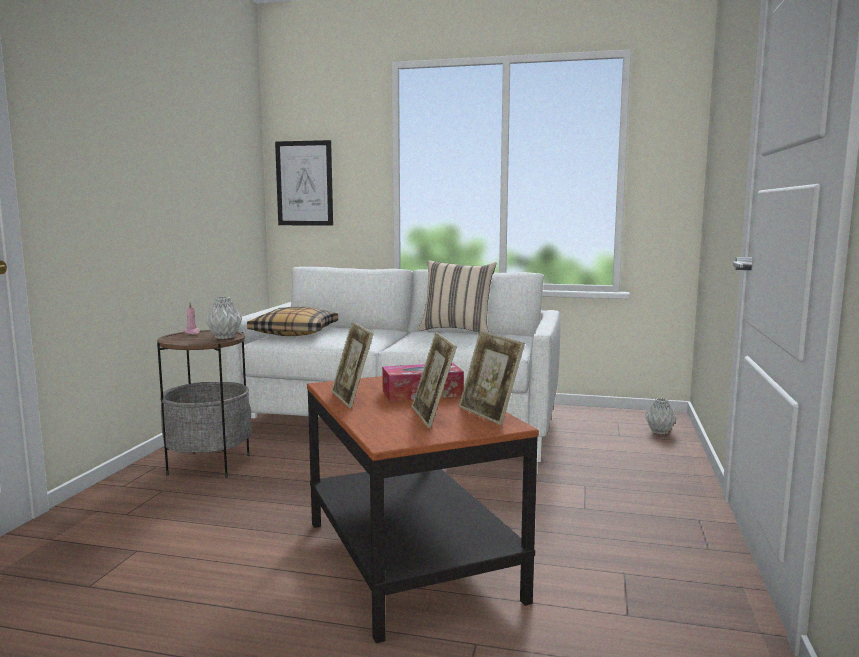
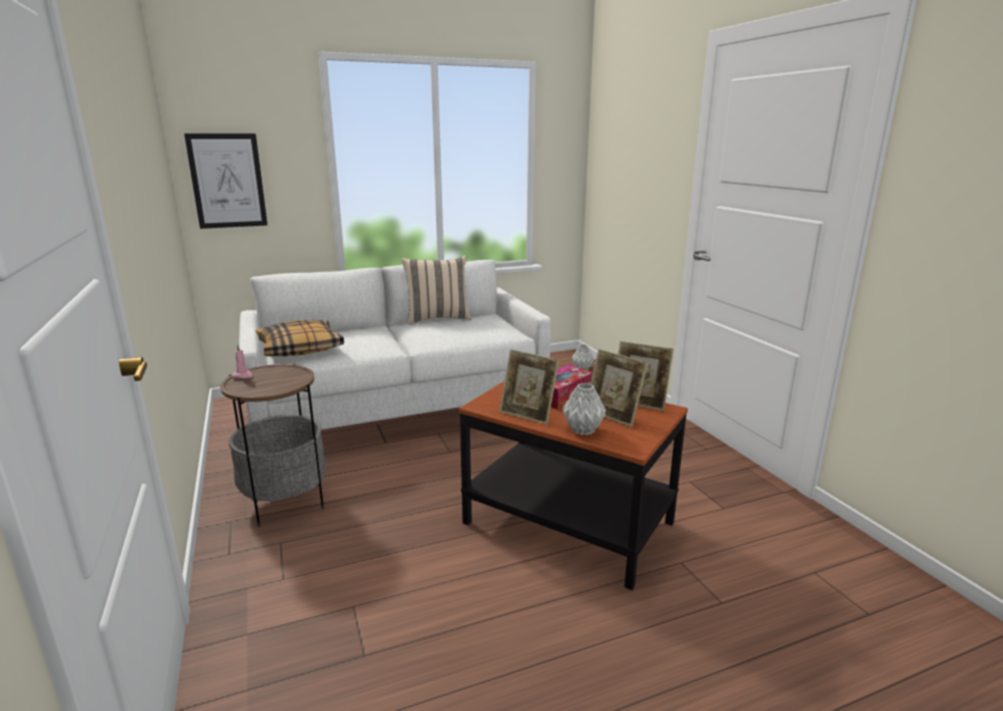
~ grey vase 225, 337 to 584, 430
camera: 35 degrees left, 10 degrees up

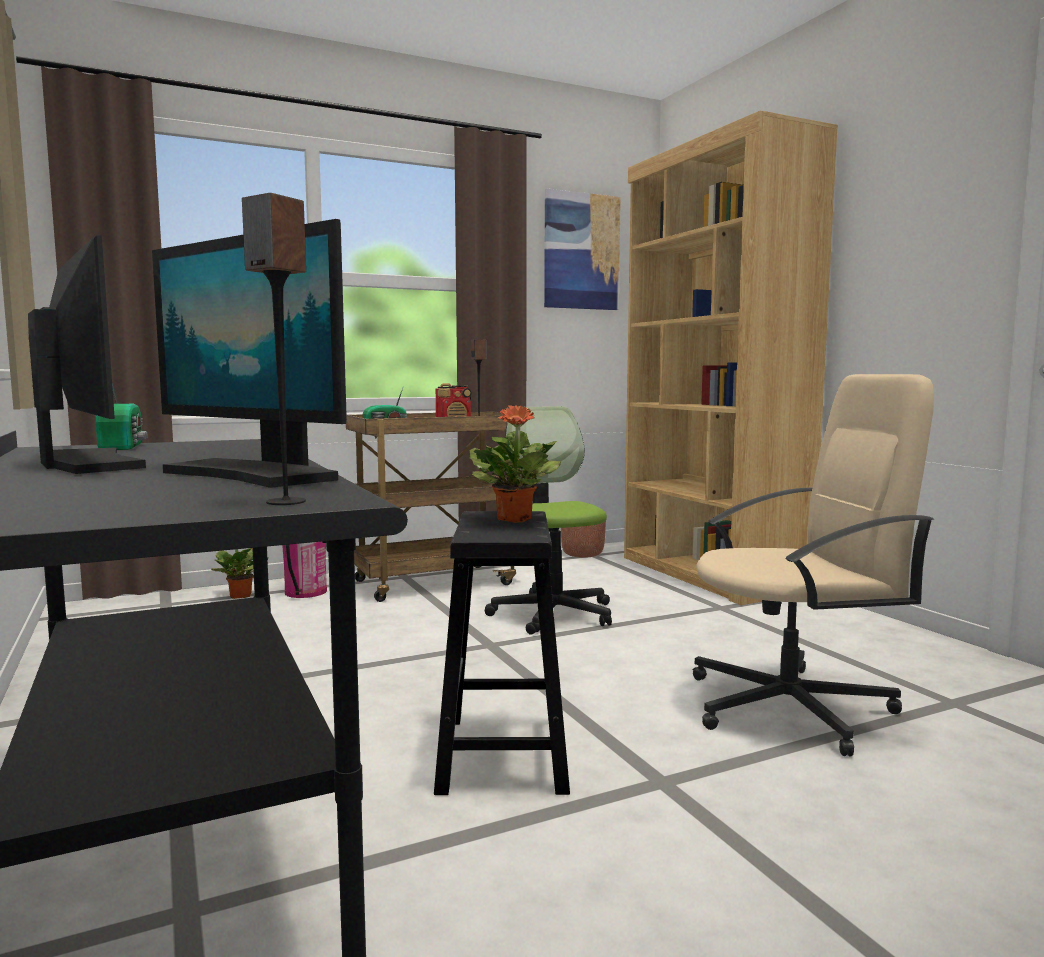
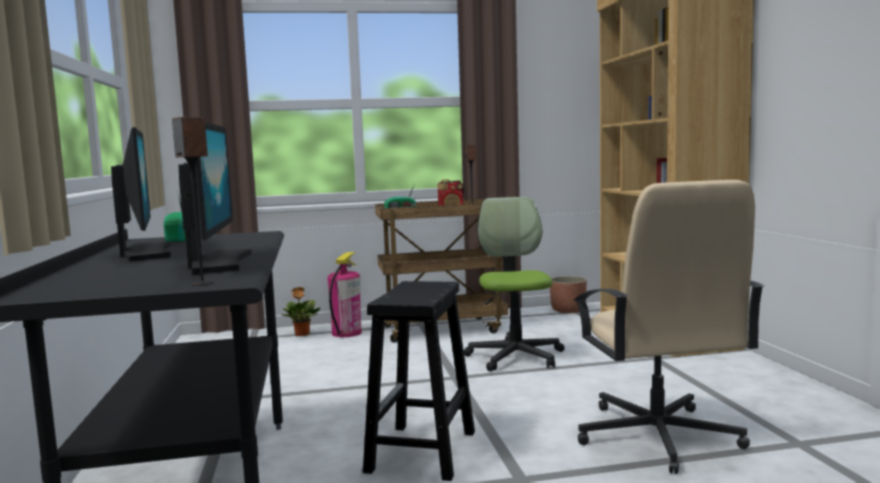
~ monitor 253, 475 = 218, 263 150 degrees counterclockwise
- potted plant 515, 519
- picture 581, 251
~ beige office chair 792, 707 = 657, 437 75 degrees clockwise
camera: 15 degrees right, 0 degrees up

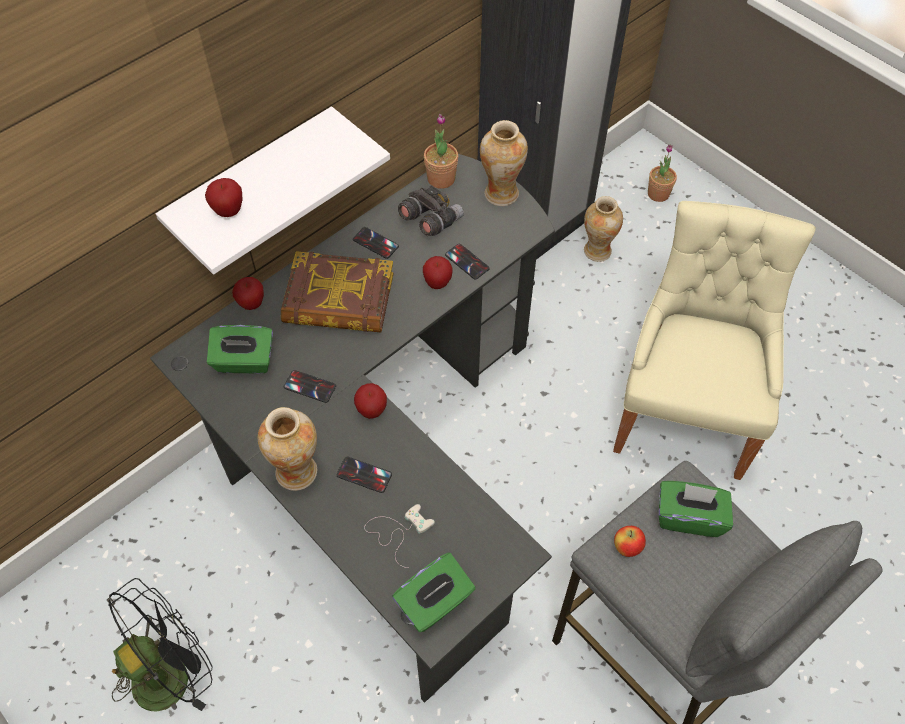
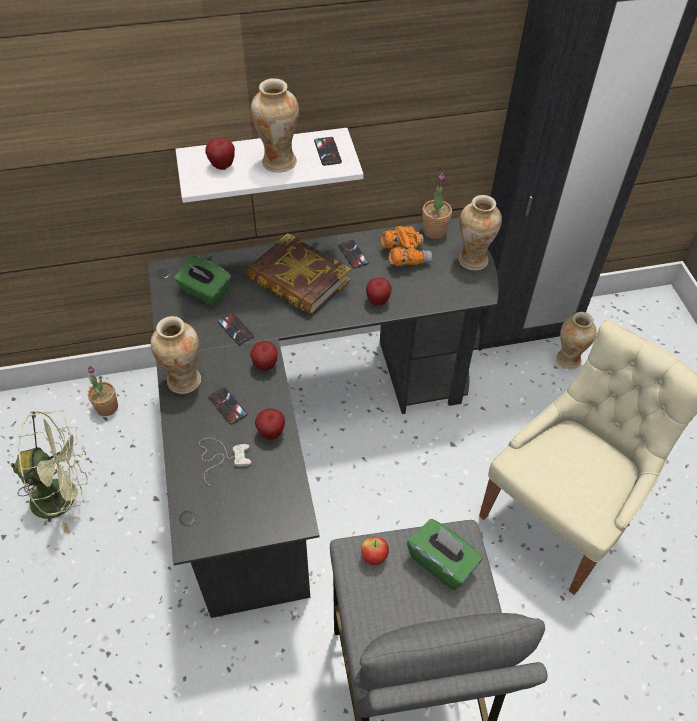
~ black fan 171, 671 to green fan 64, 496
~ apple 251, 304 to 271, 433
- green tissue box 435, 602
~ grey binoculars 430, 220 to orange binoculars 404, 256
~ phone 467, 261 to 327, 151
~ potted plant 658, 194 to 107, 407
+ vase 278, 162
camera: 30 degrees right, 5 degrees down

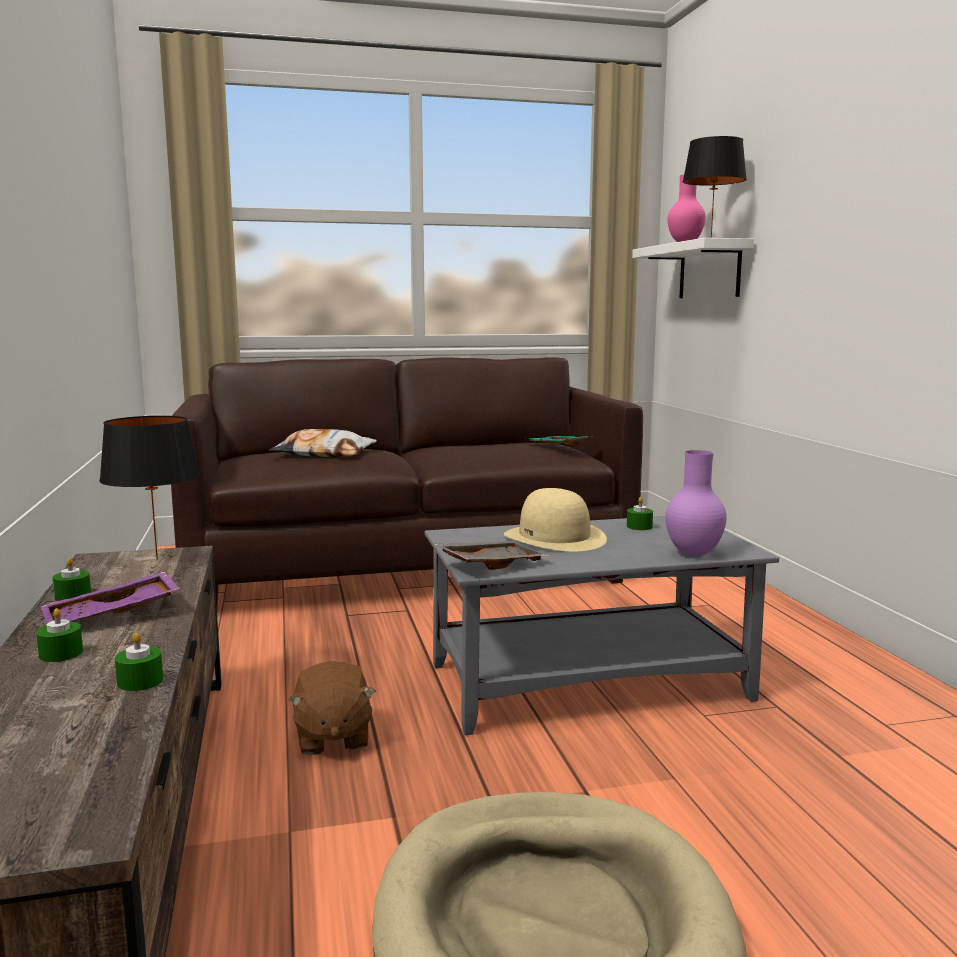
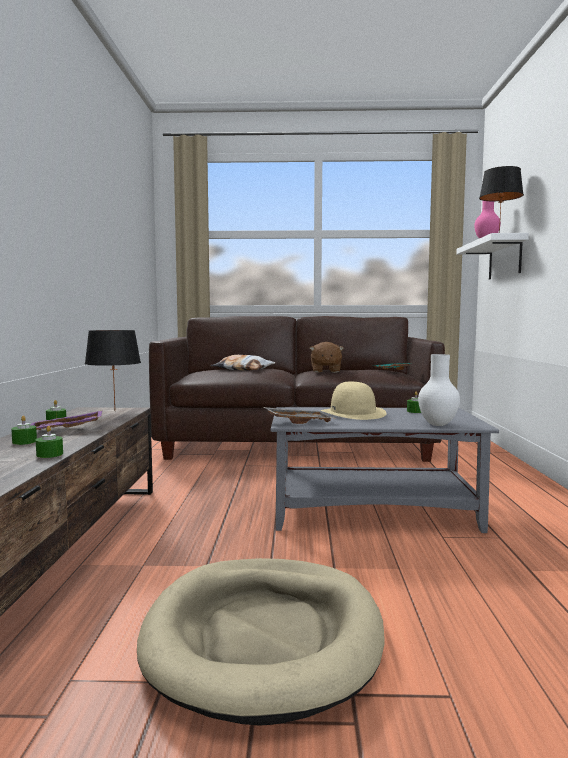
~ brown plush toy 332, 737 to 325, 371
~ purple vase 694, 554 to white vase 438, 425
camera: 15 degrees right, 5 degrees down

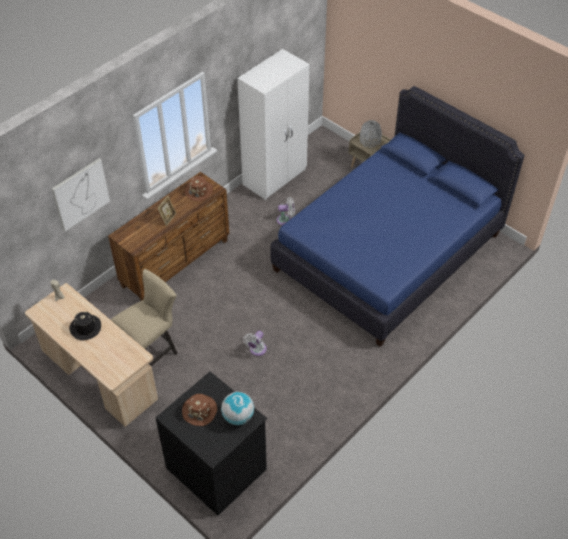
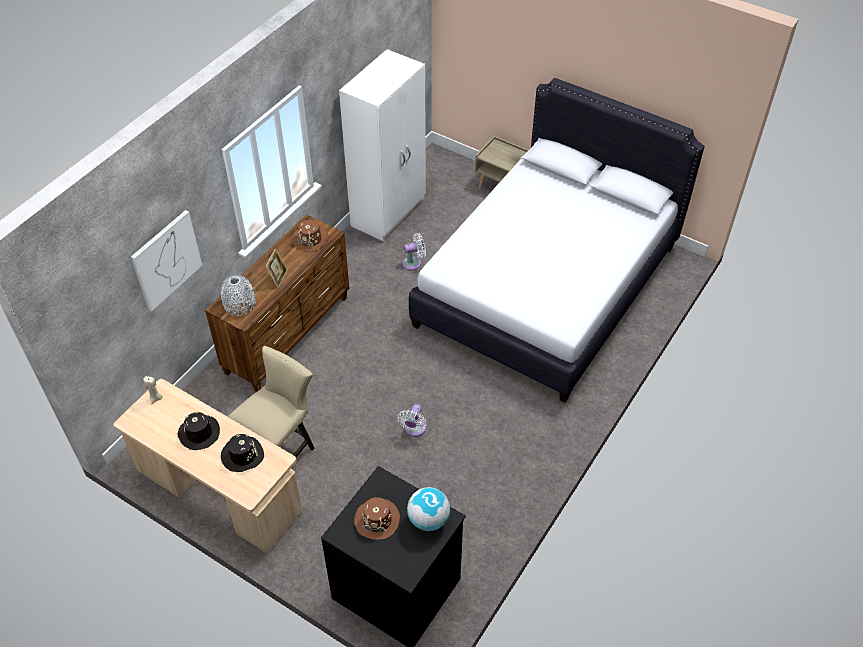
~ blue bed 387, 251 to white bed 546, 285
~ grey vase 370, 141 to 239, 304
+ black hat 242, 455
camera: 10 degrees left, 0 degrees up

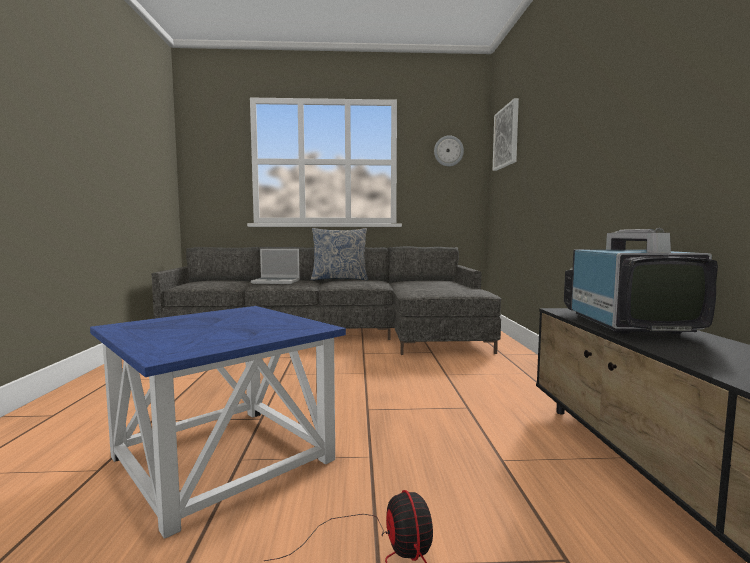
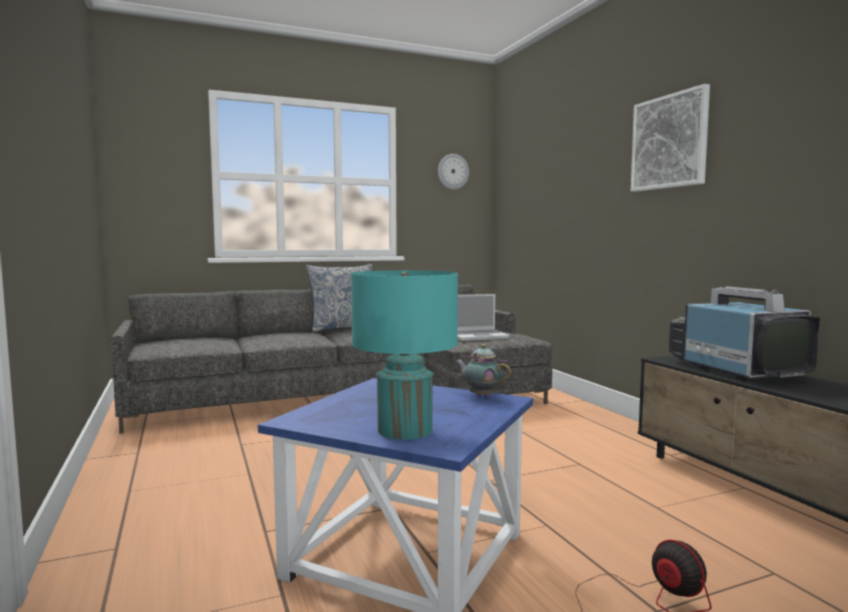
~ laptop 276, 282 to 478, 336
~ picture 506, 137 to 669, 142
+ turquoise table lamp 405, 430
+ teapot 481, 396
camera: 20 degrees left, 0 degrees up

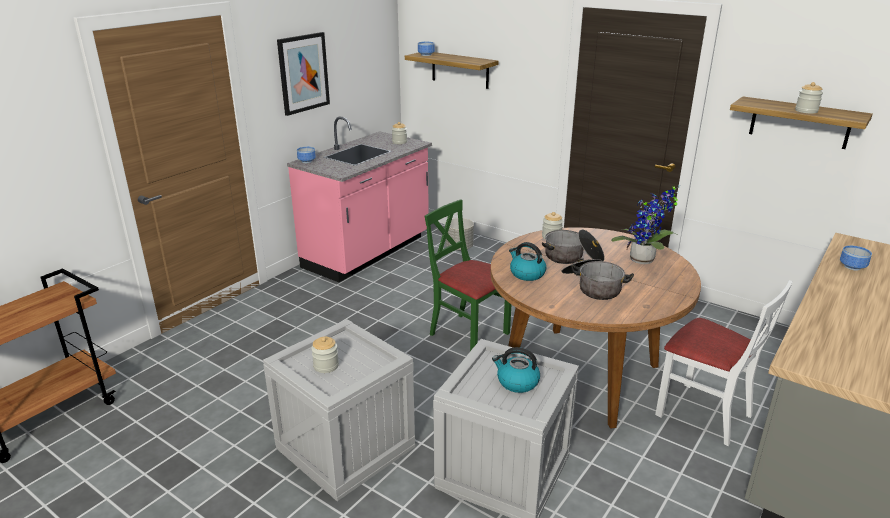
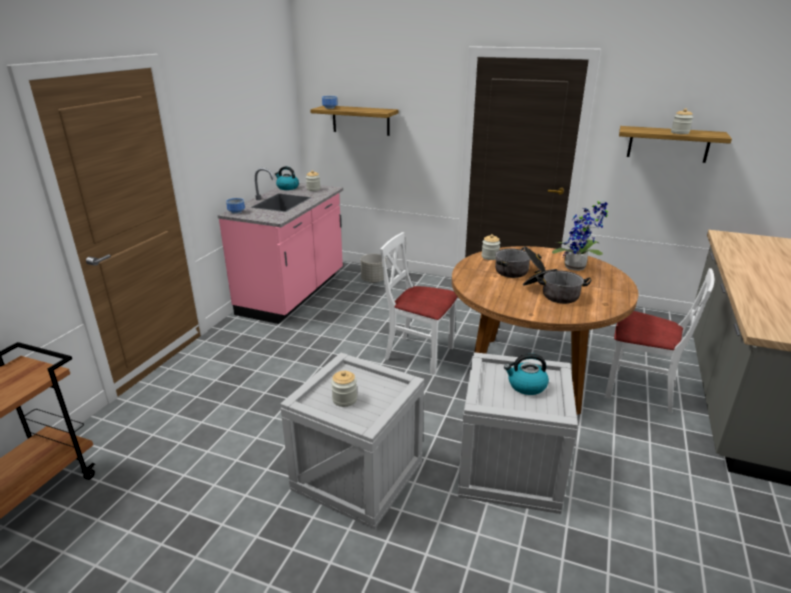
- picture 303, 73
~ green chair 468, 334 to white chair 419, 354
~ kettle 526, 274 to 287, 187
- bowl 853, 267
camera: 15 degrees left, 0 degrees up

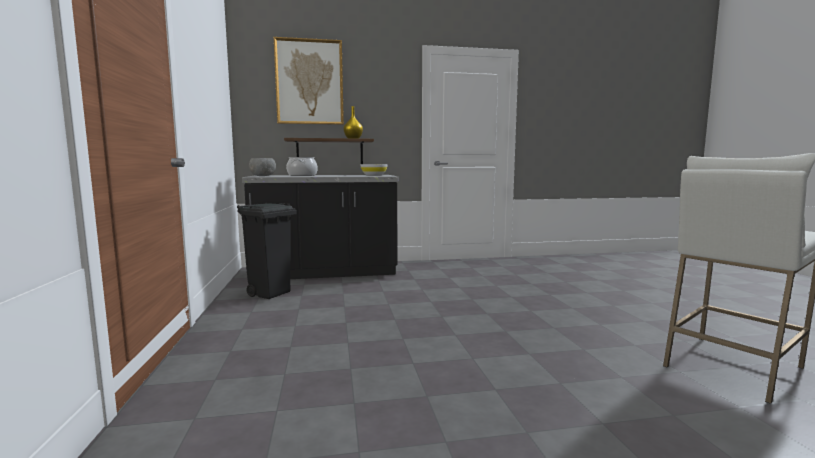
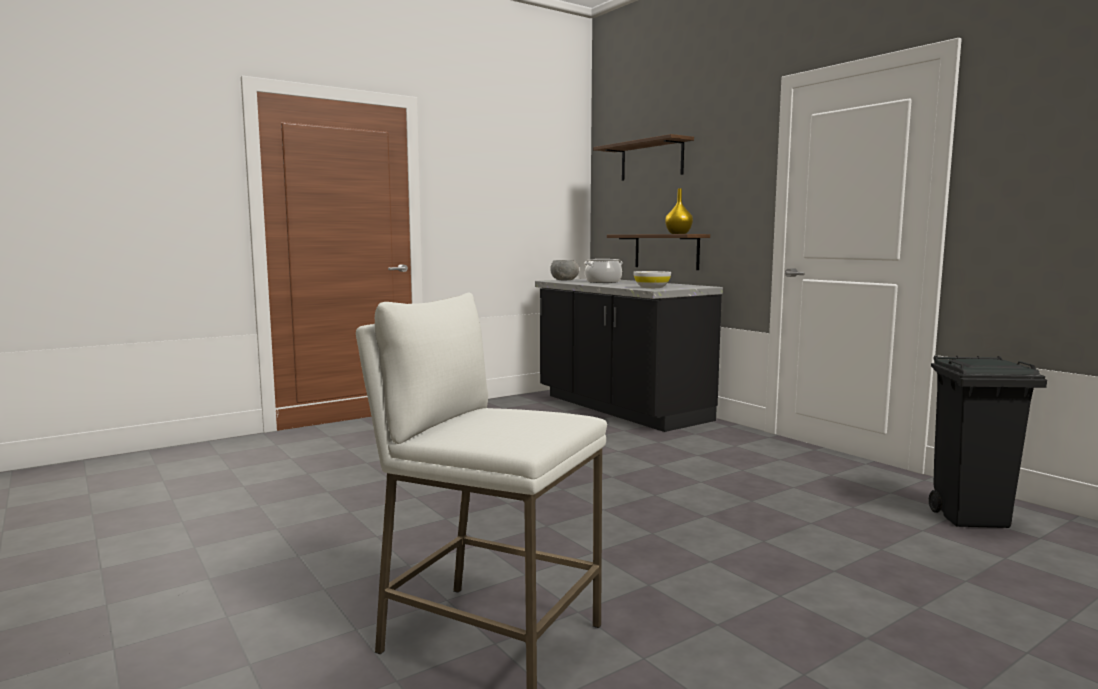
~ black trash can 270, 293 to 971, 518
~ picture 309, 82 to shelf 651, 160
camera: 65 degrees right, 0 degrees up

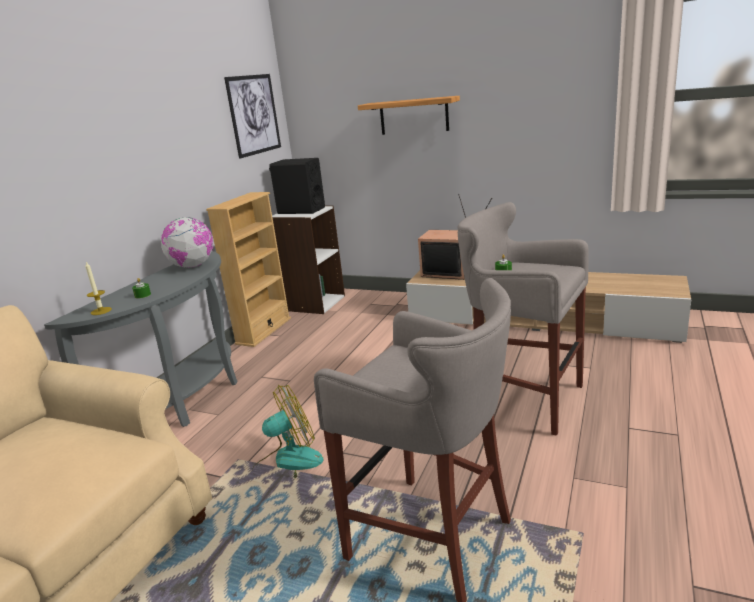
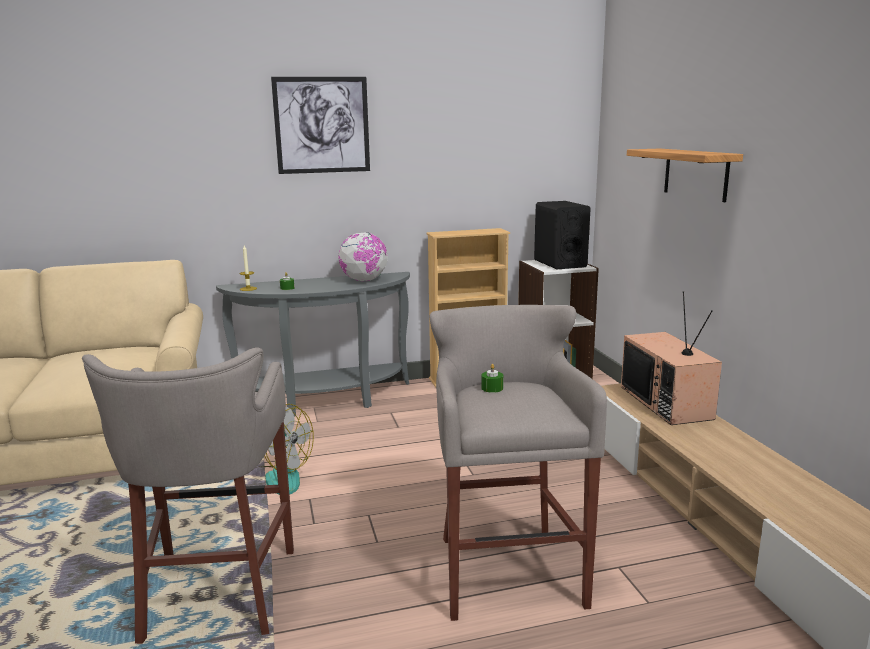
~ picture 254, 115 to 322, 125
camera: 50 degrees right, 5 degrees down

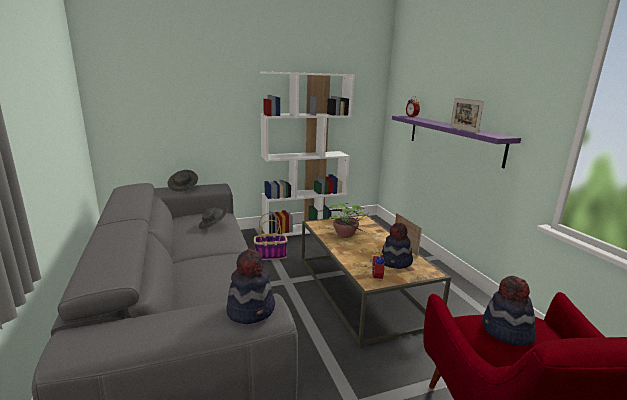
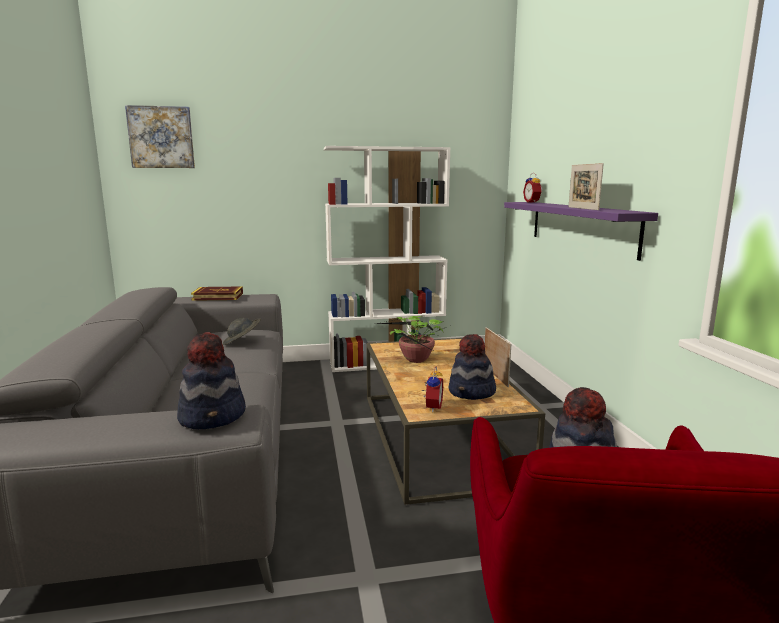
~ grey hat 183, 187 to book 218, 296
- basket 271, 255
+ picture 161, 137
camera: 10 degrees right, 5 degrees down

